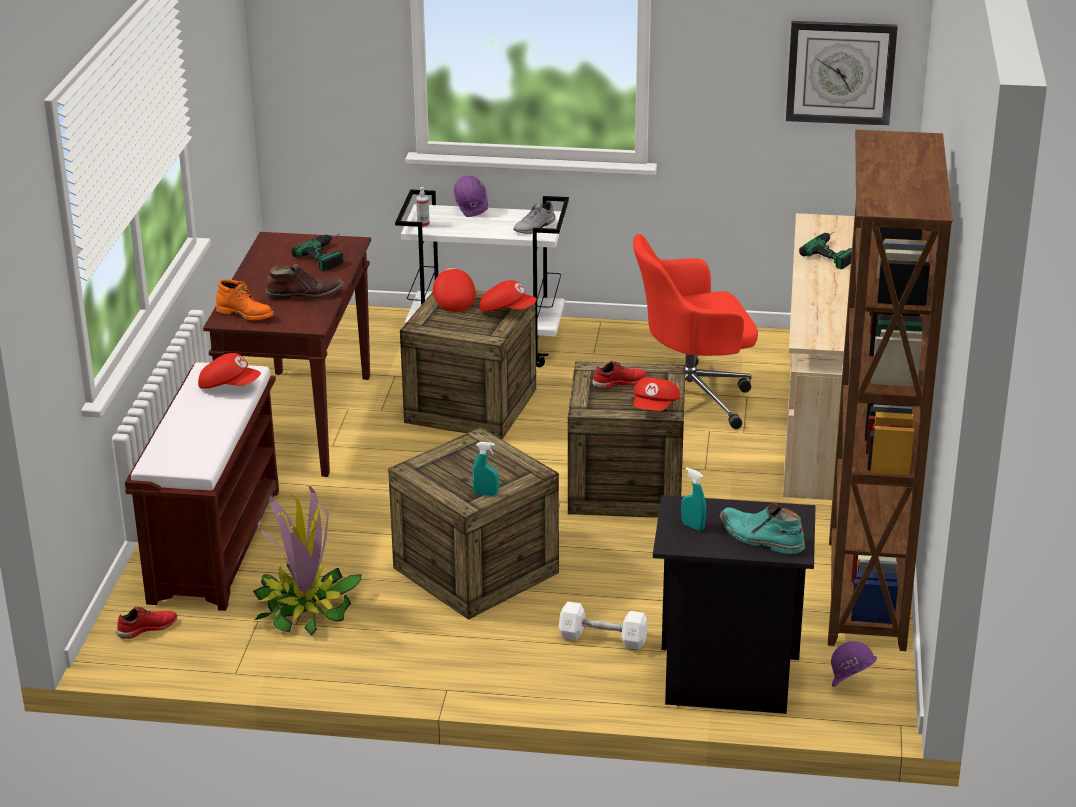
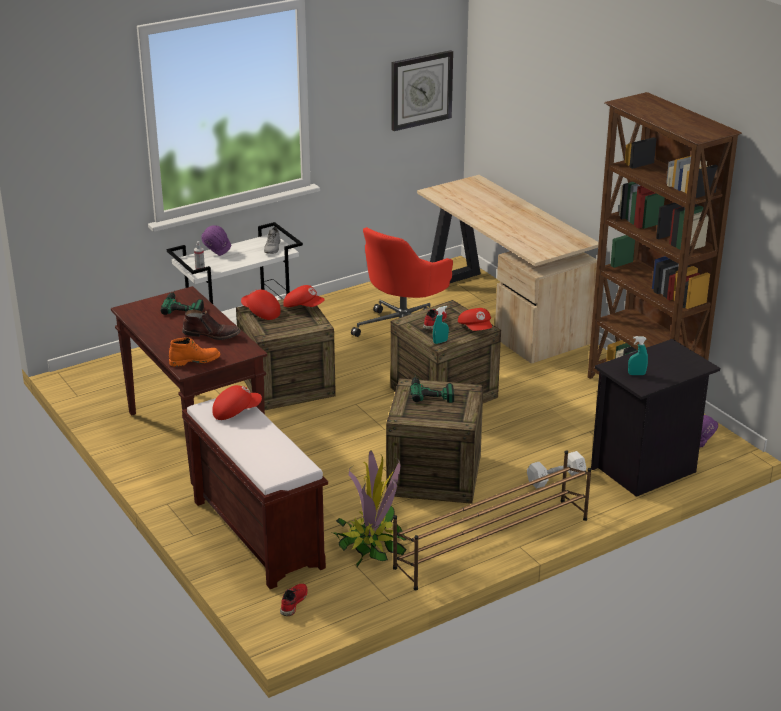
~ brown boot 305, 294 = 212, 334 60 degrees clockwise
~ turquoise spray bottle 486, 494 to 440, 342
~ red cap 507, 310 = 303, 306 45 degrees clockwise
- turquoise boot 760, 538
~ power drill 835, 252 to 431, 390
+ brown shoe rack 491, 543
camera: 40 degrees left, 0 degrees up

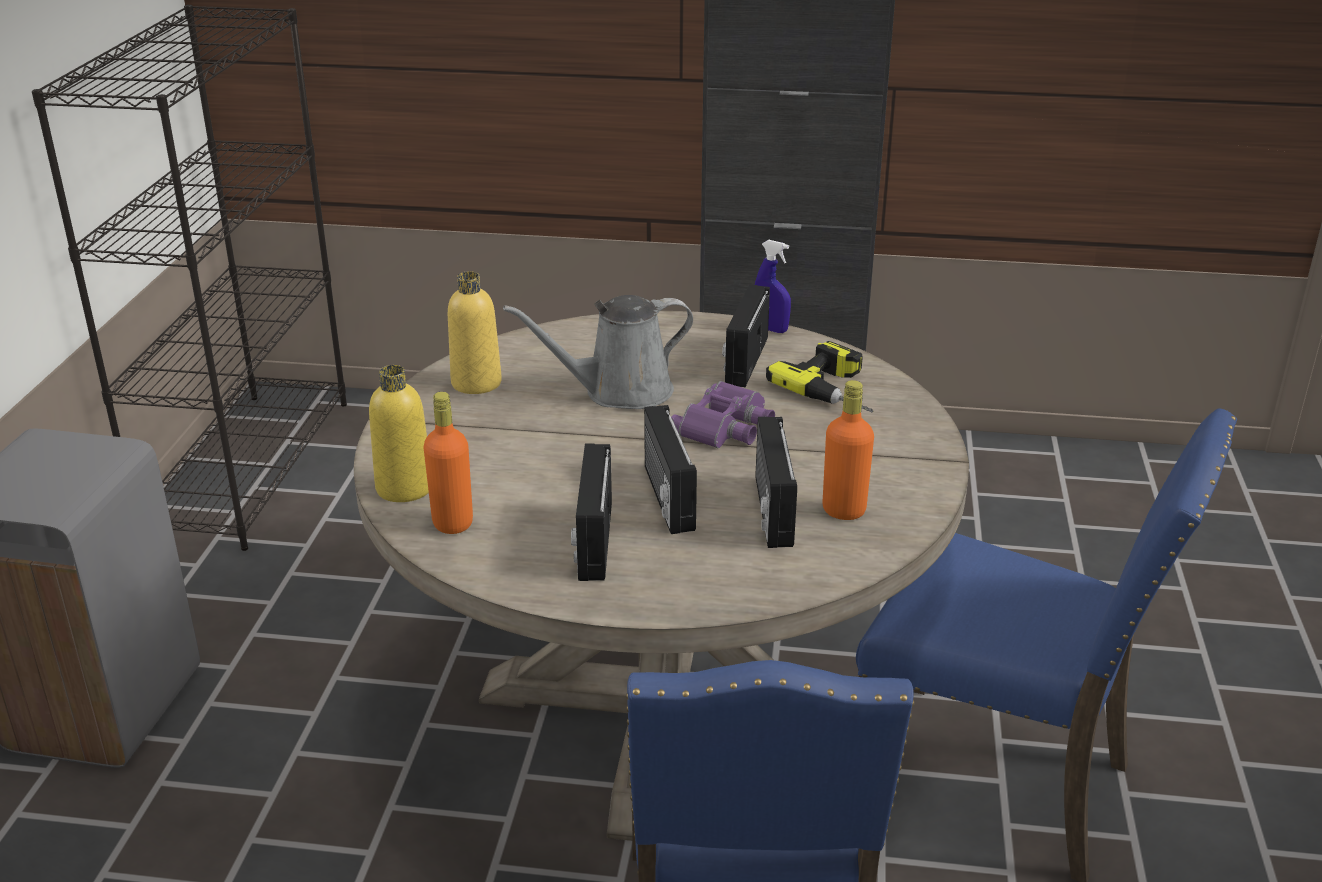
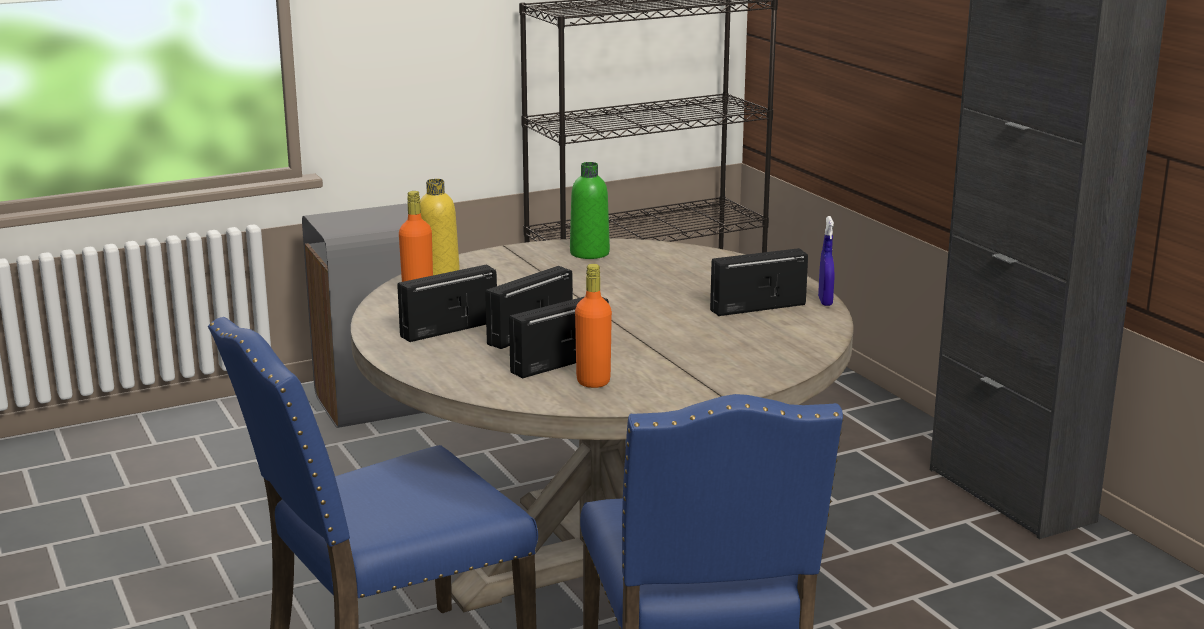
~ yellow bottle 476, 383 to green bottle 589, 253
- grey watering can 620, 392
- purple binoculars 726, 426
- power drill 839, 389
camera: 55 degrees right, 10 degrees down

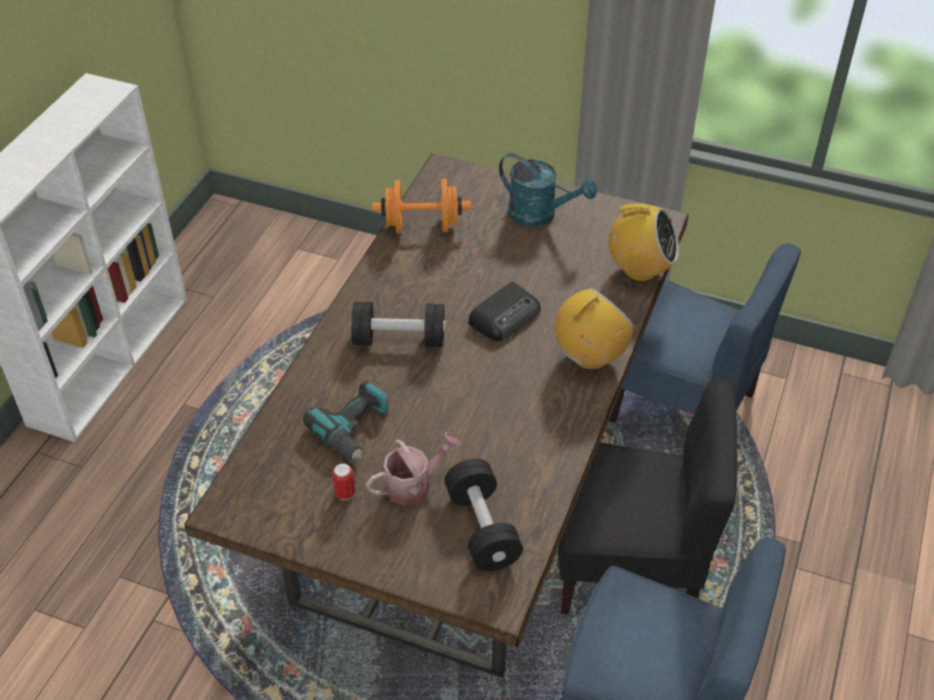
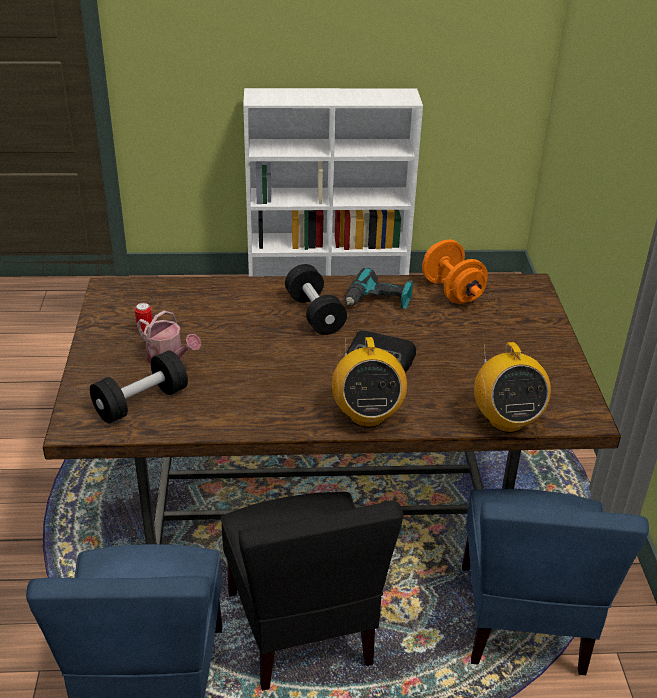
~ power drill 355, 429 to 378, 301
- turquoise watering can 540, 215
~ radio 590, 357 = 367, 415 60 degrees clockwise
camera: 65 degrees right, 10 degrees down

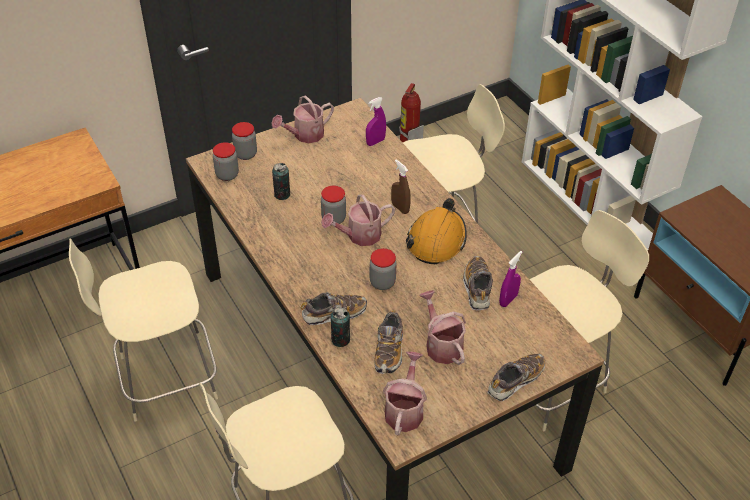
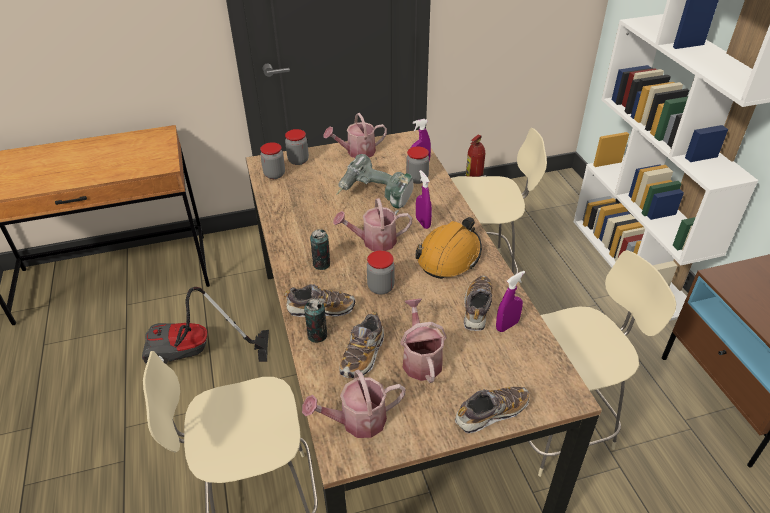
~ beige chair 164, 378 to vacuum cleaner 196, 354
~ can 282, 194 to 321, 264
~ jar 333, 219 to 417, 179
~ watering can 405, 410 = 357, 421 135 degrees counterclockwise
~ brown spray bottle 400, 208 to purple spray bottle 423, 223
+ power drill 375, 197
camera: 15 degrees right, 5 degrees down

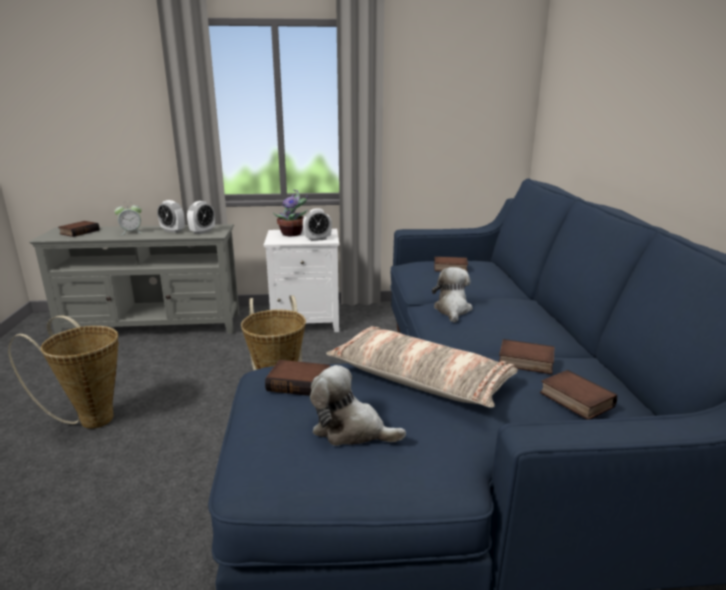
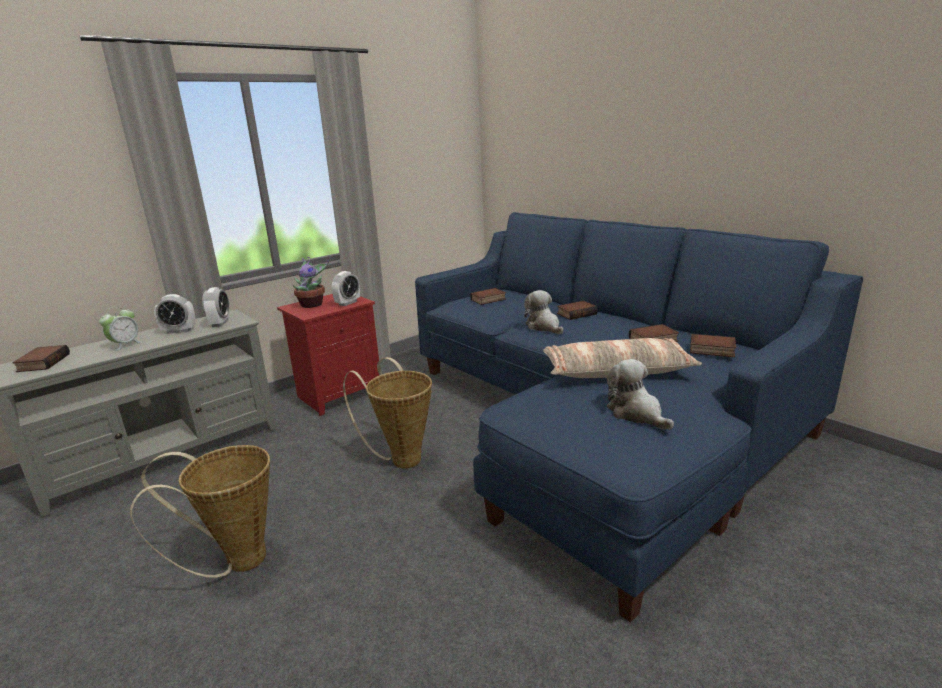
~ white nightstand 307, 322 to red nightstand 340, 394
~ book 300, 383 to 576, 313
~ plush toy 351, 430 = 636, 413 75 degrees clockwise
camera: 35 degrees left, 0 degrees up

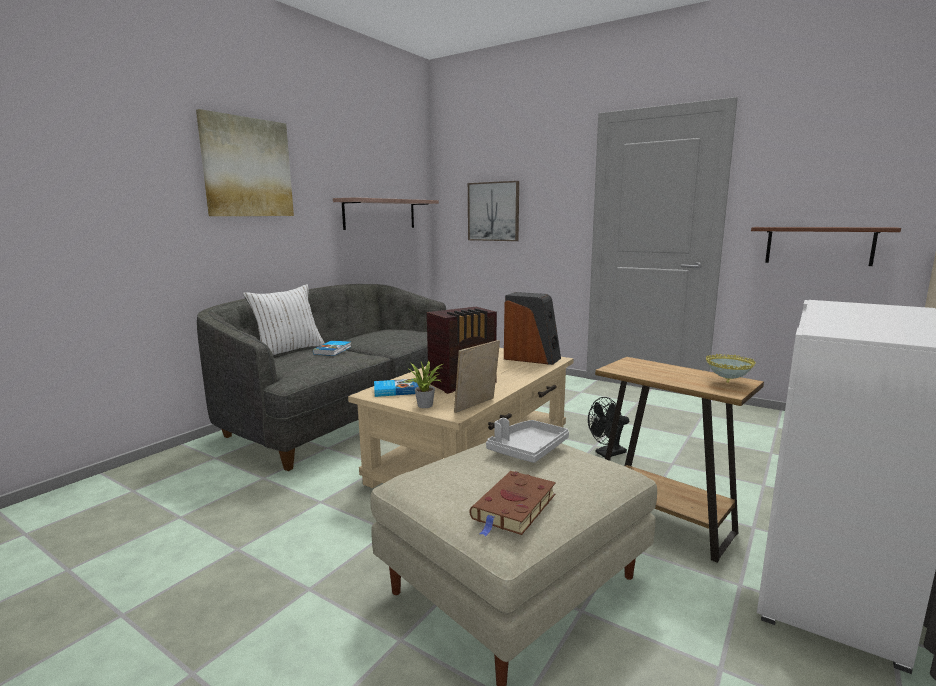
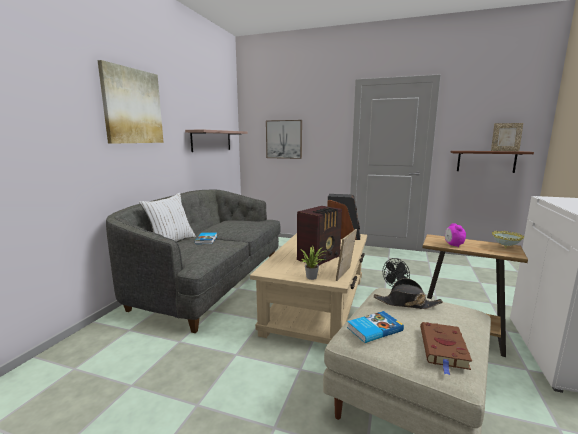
~ book 397, 390 to 373, 329
~ grey tray 527, 450 to black hat 406, 303
+ alarm clock 453, 245
+ picture frame 504, 151
camera: 15 degrees left, 0 degrees up

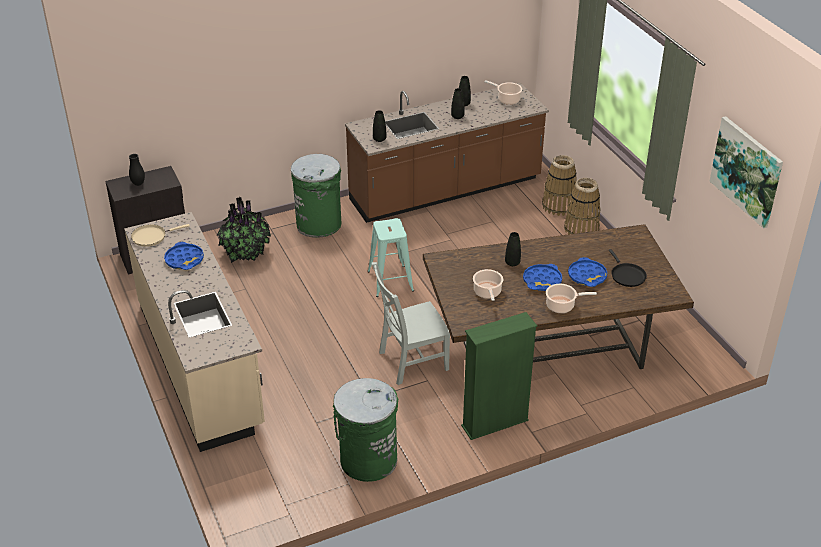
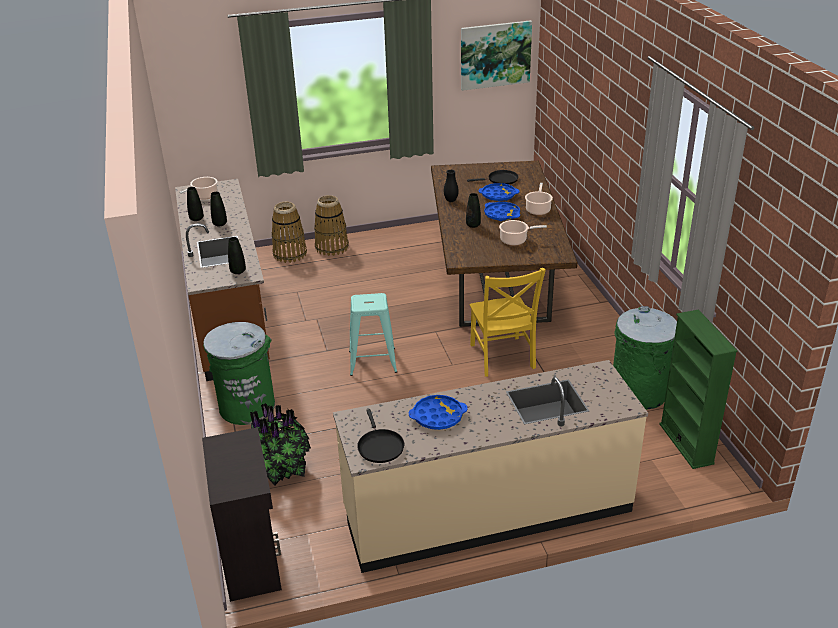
~ black vase 138, 183 to 451, 201
~ beige frying pan 151, 237 to black frying pan 379, 446
~ grey chair 410, 361 to yellow chair 502, 358
~ green bookcase 495, 423 to 686, 443
camera: 80 degrees left, 5 degrees down

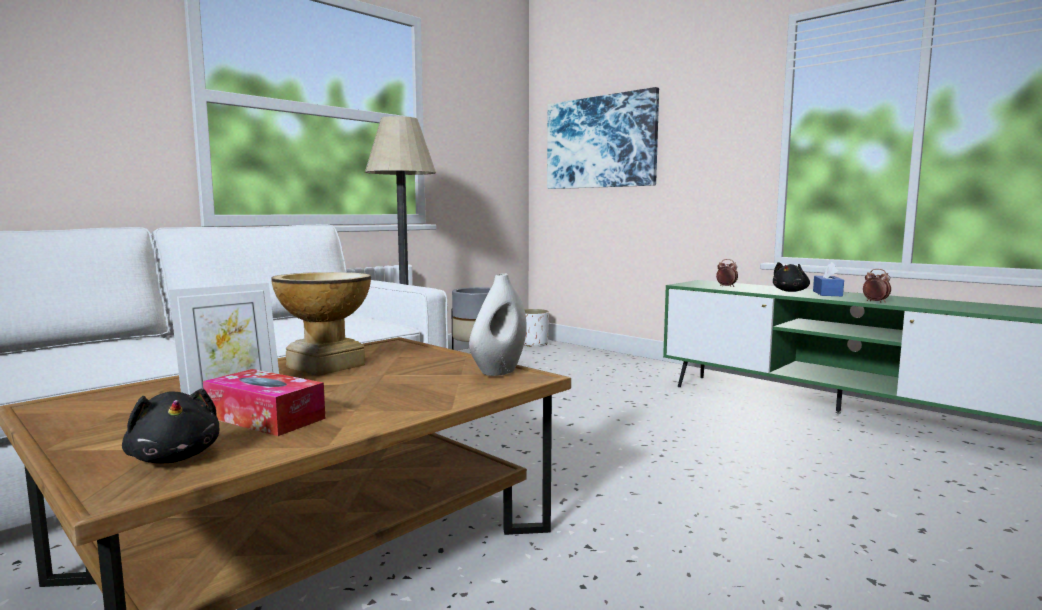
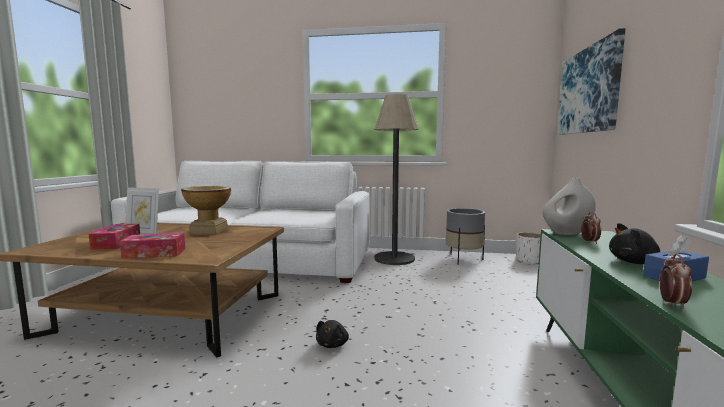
~ black plush toy 175, 457 to 333, 344
~ white vase 499, 371 to 567, 233
+ tissue box 154, 253
camera: 55 degrees right, 0 degrees up

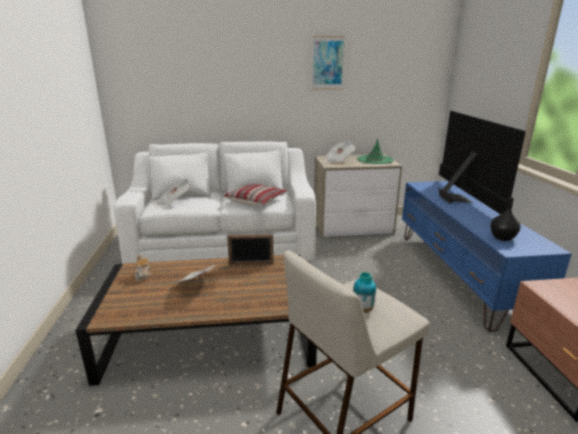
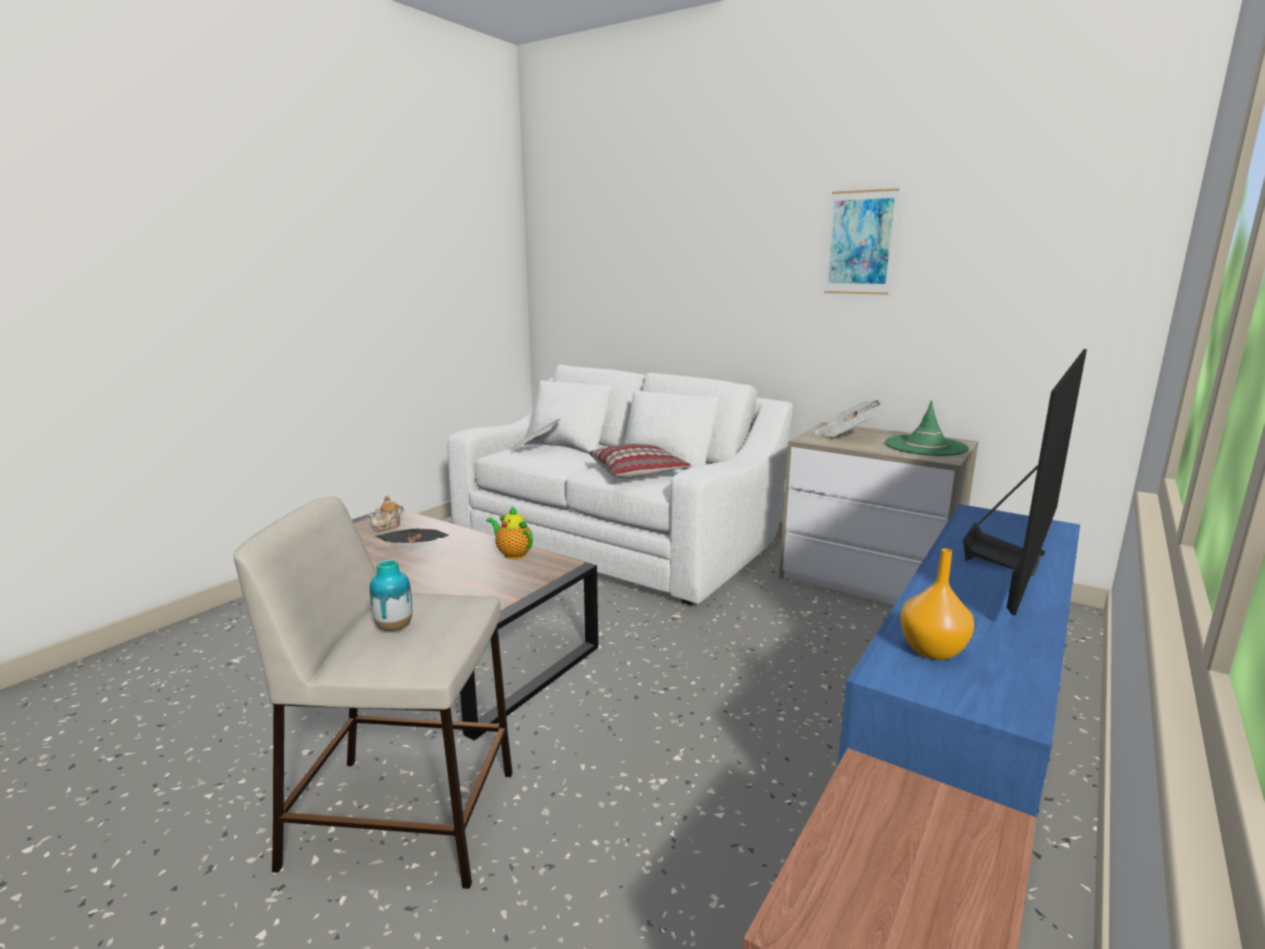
~ picture frame 251, 264 to teapot 513, 554
~ black vase 501, 237 to orange vase 931, 649
camera: 40 degrees right, 5 degrees down

